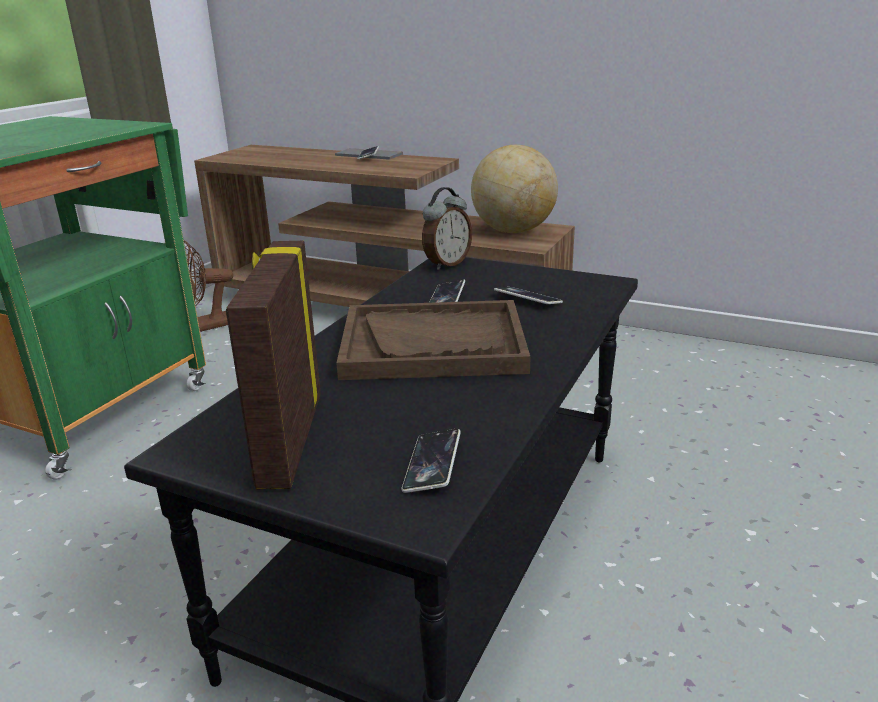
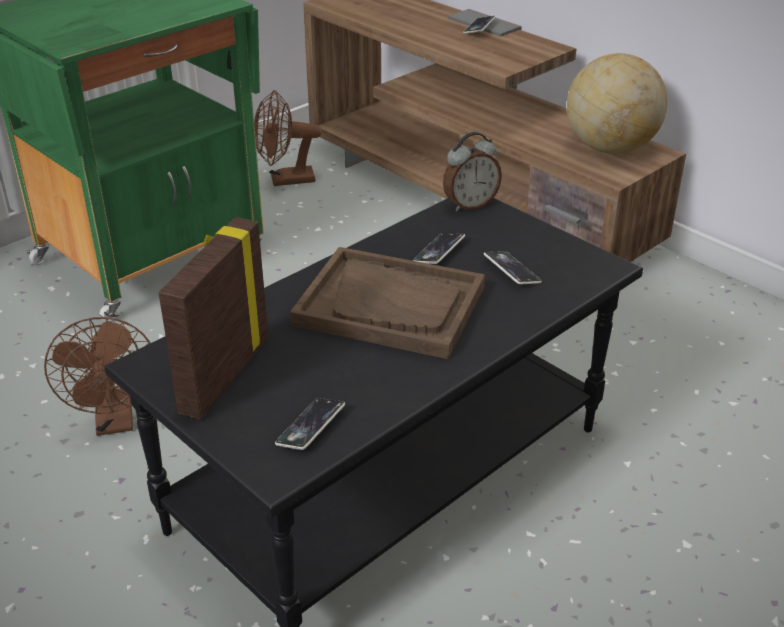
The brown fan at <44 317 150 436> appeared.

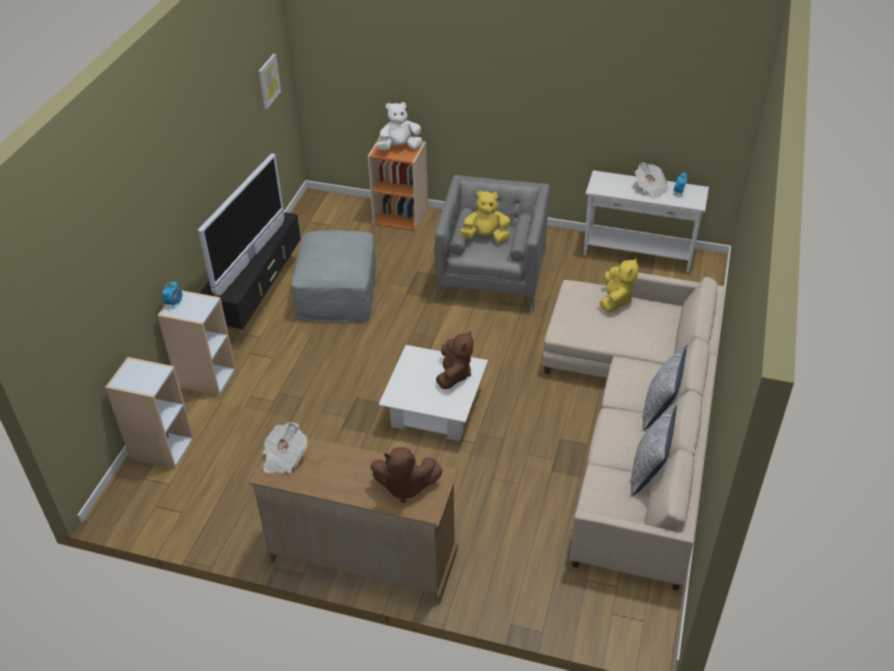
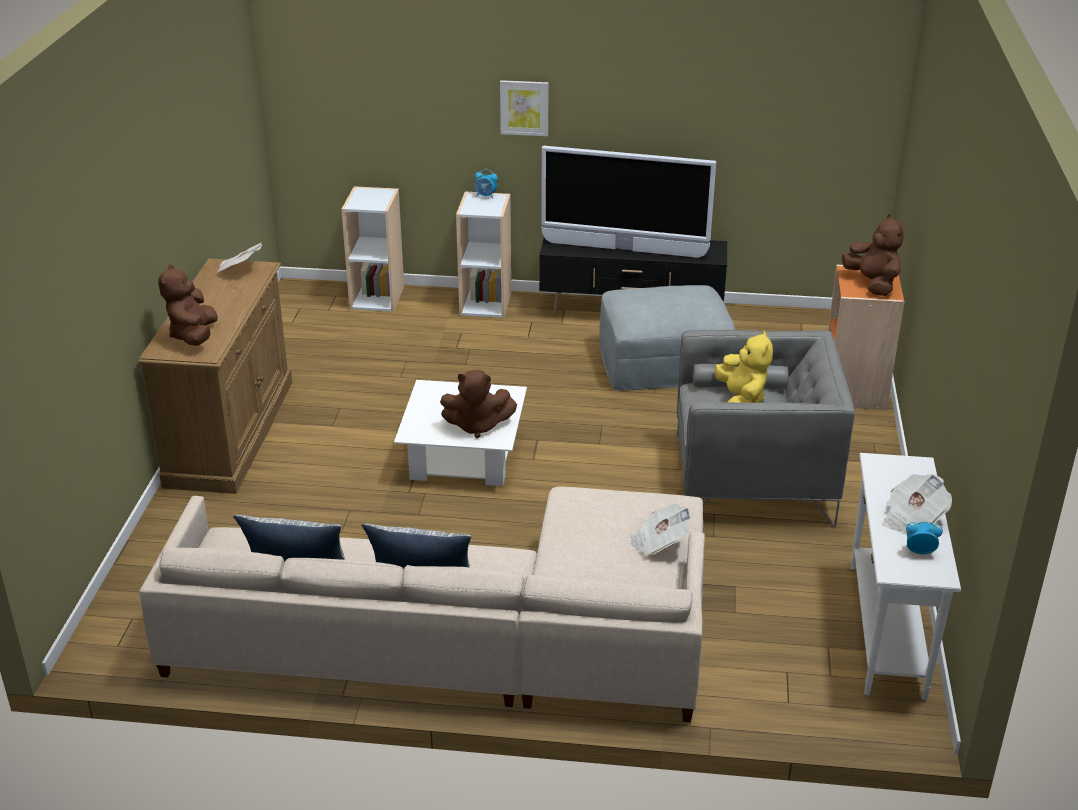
The picture moved from <259 54 281 109> to <500 80 549 136>.
The white plush toy at <377 102 423 151> became the brown plush toy at <842 214 904 296>.
The yellow plush toy at <599 258 639 312> was replaced by the newspaper at <627 504 693 556>.

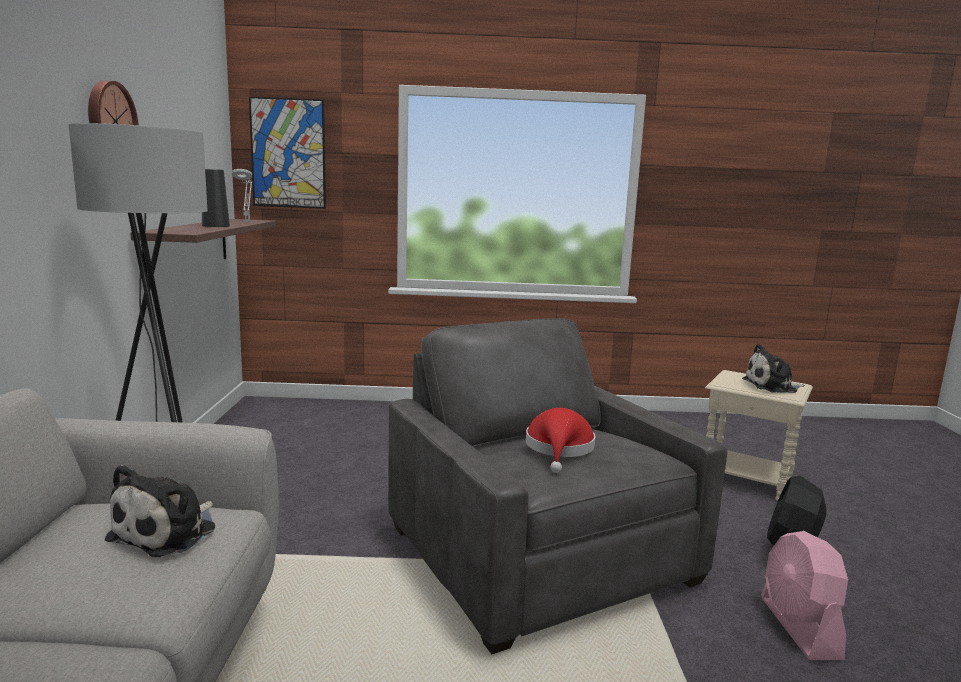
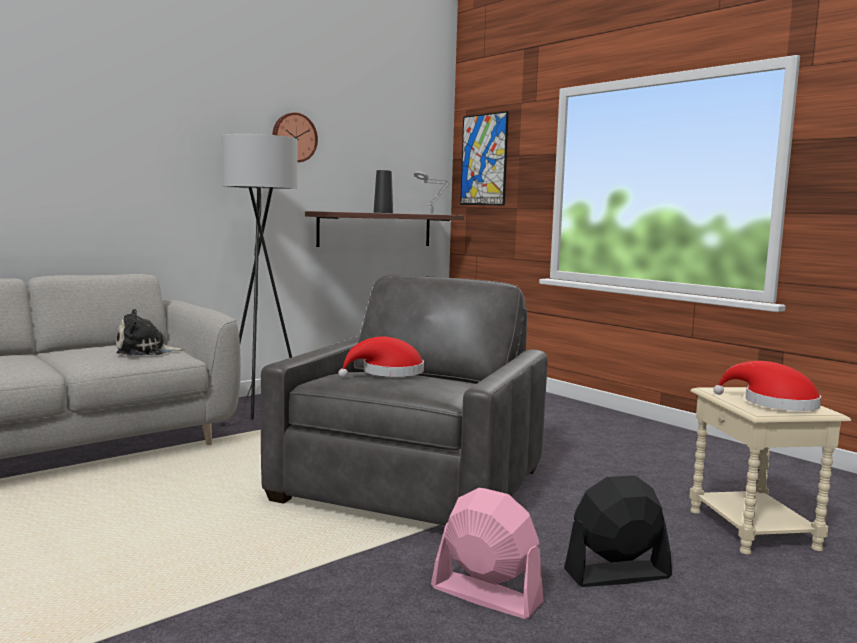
The plush toy at <742 344 805 393> was replaced by the red hat at <714 361 821 411>.
The pink fan at <761 531 848 660> turned 75 degrees clockwise.

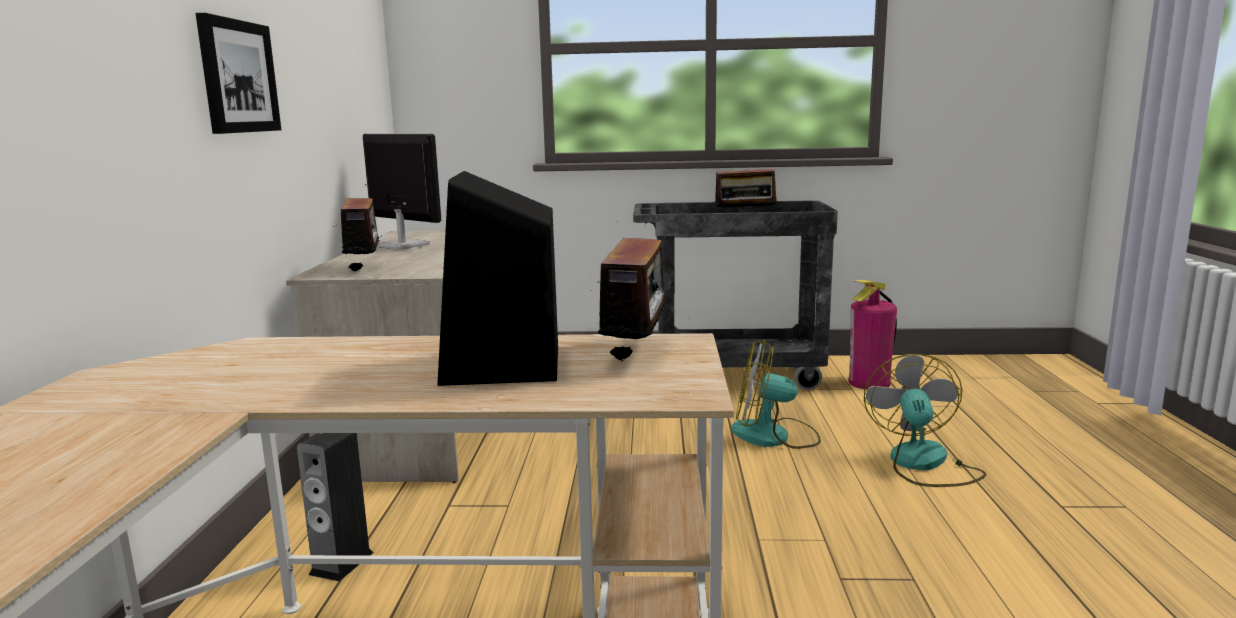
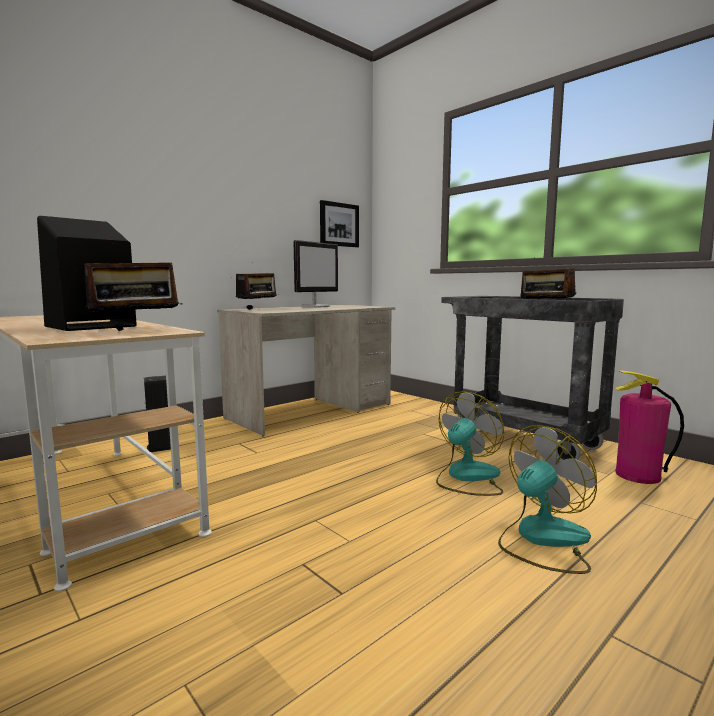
The picture moved from <195 13 281 134> to <320 200 359 247>.
The monitor at <363 134 442 250> turned 45 degrees clockwise.
The fan at <731 340 821 449> turned 75 degrees clockwise.

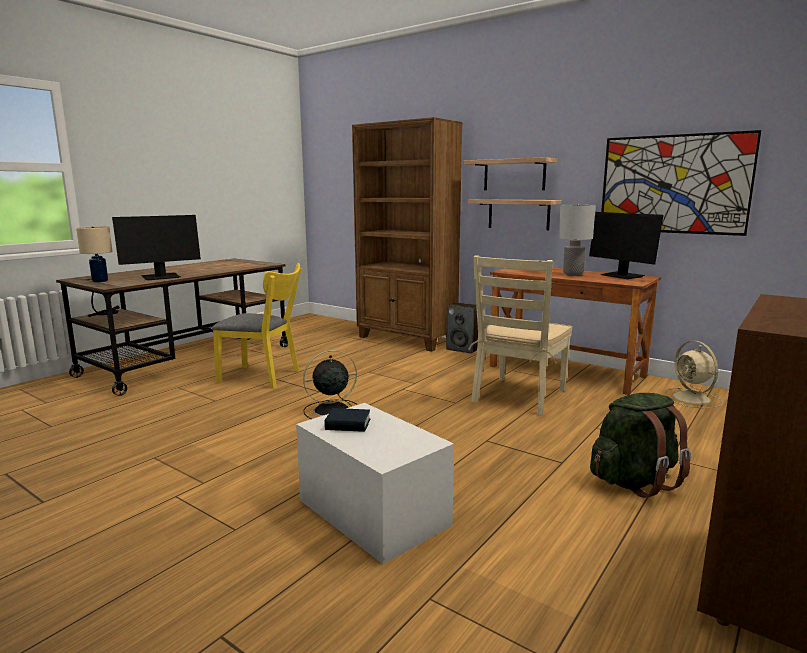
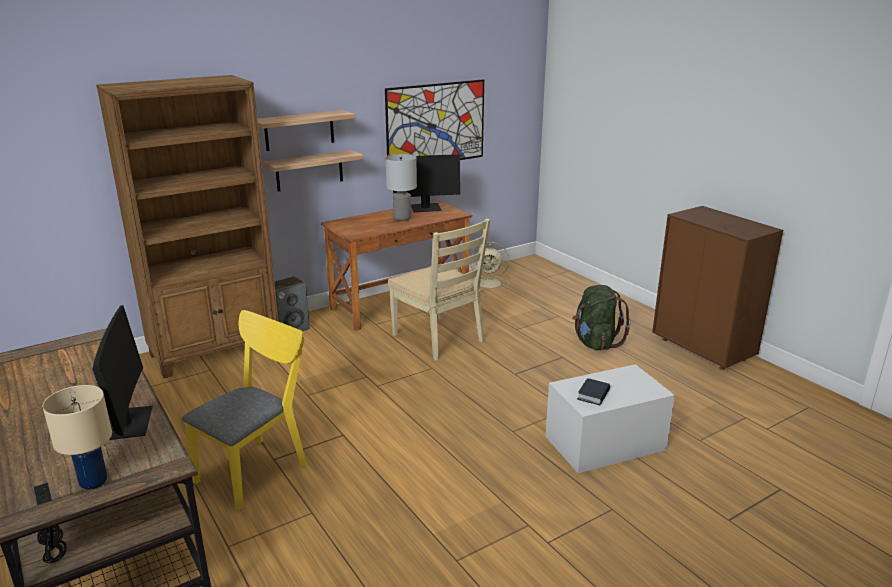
The black fan at <303 350 358 419> disappeared.

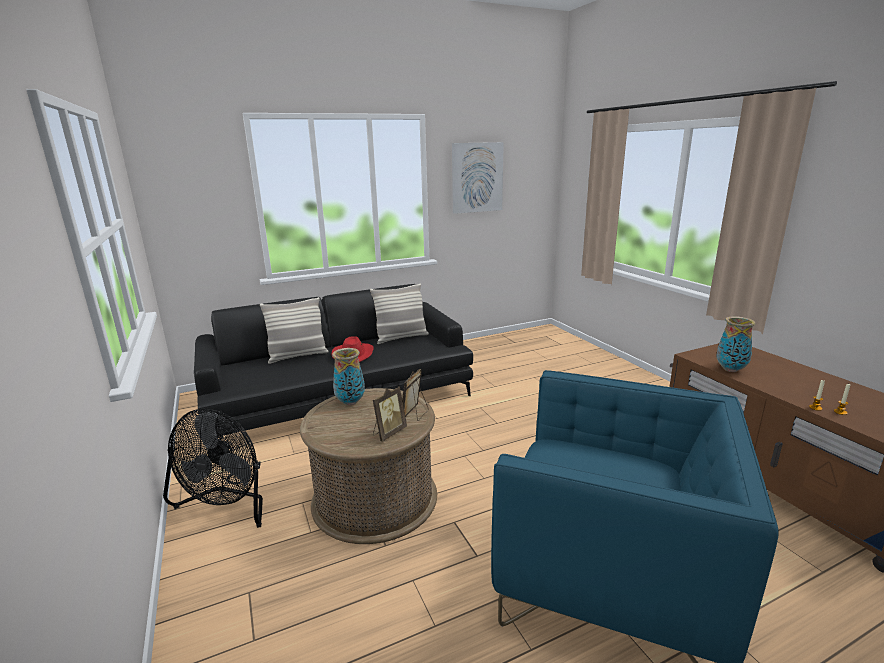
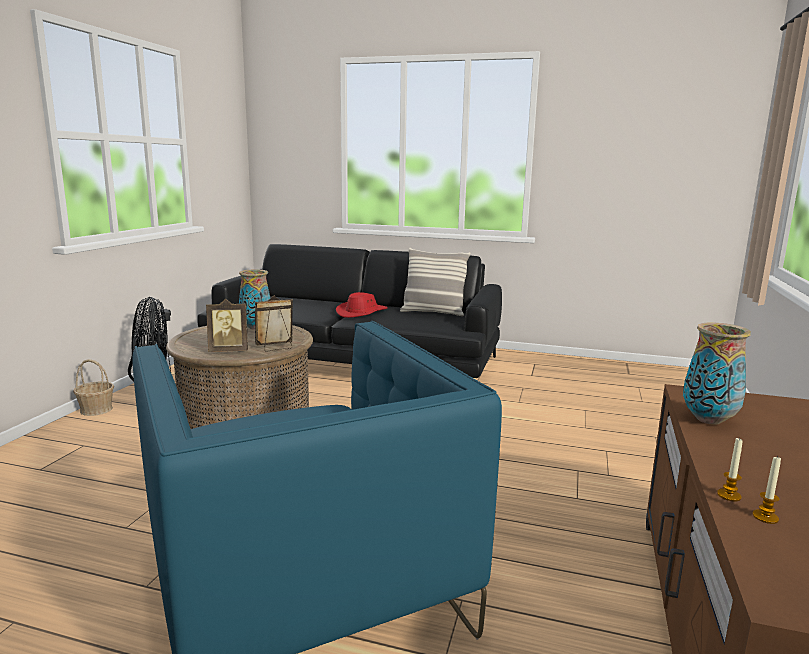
The picture at <452 142 504 214> disappeared.
The pillow at <260 297 329 364> disappeared.
The basket at <73 359 114 416> appeared.

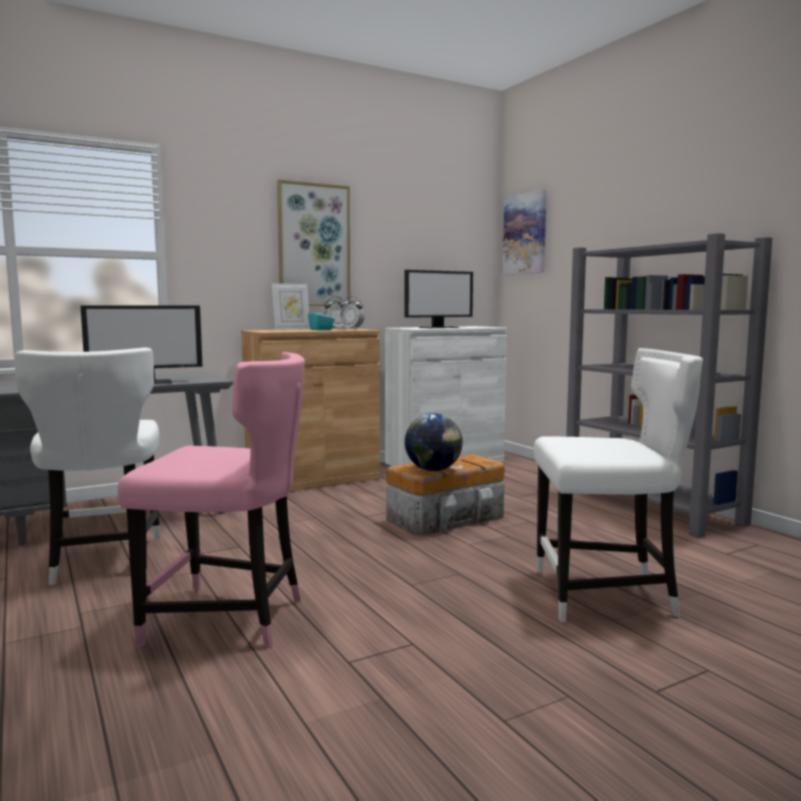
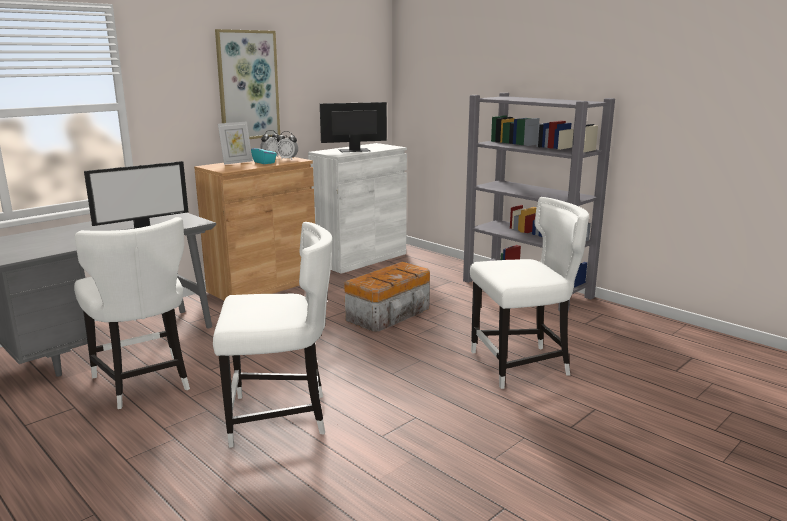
The picture at <503 189 547 275> disappeared.
The monitor at <404 270 473 328> turned 150 degrees counterclockwise.
The pink chair at <118 352 305 648> became the white chair at <213 222 332 448>.
The globe at <405 413 463 471> disappeared.

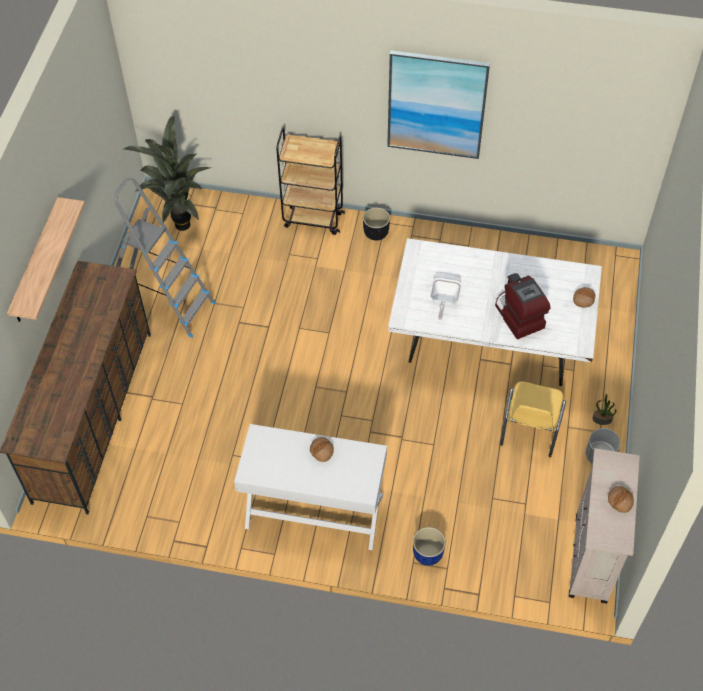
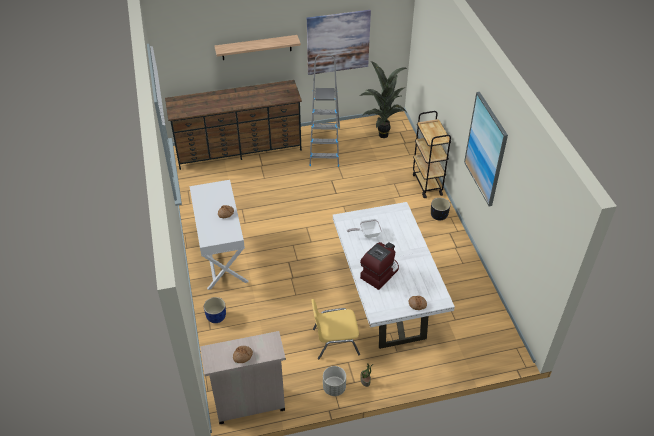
The picture at <307 10 371 75> appeared.

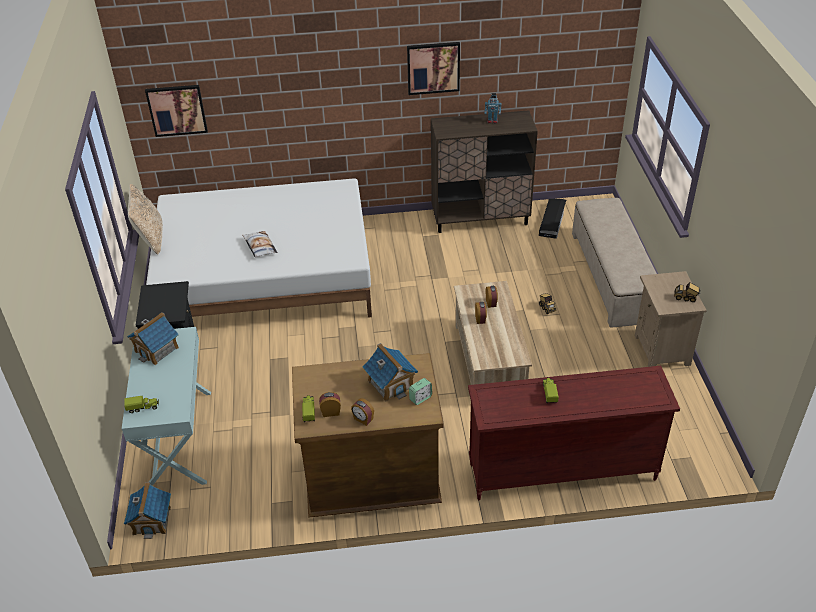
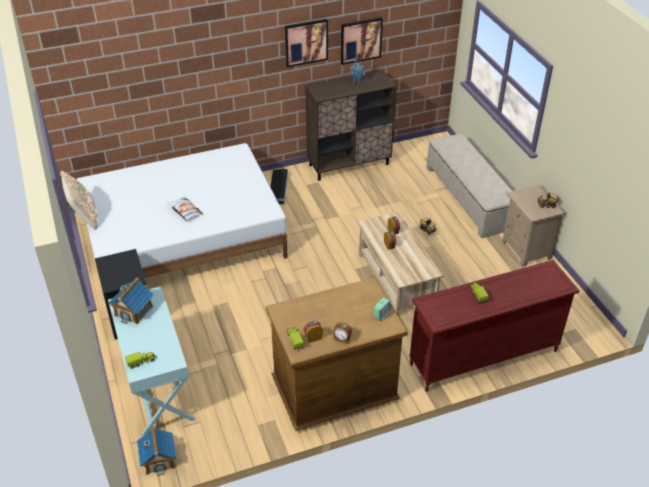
The picture moved from <145 85 208 137> to <341 17 383 65>.
The black storage box moved from <539 199 566 239> to <270 169 288 204>.
The toy house at <363 343 418 402> disappeared.

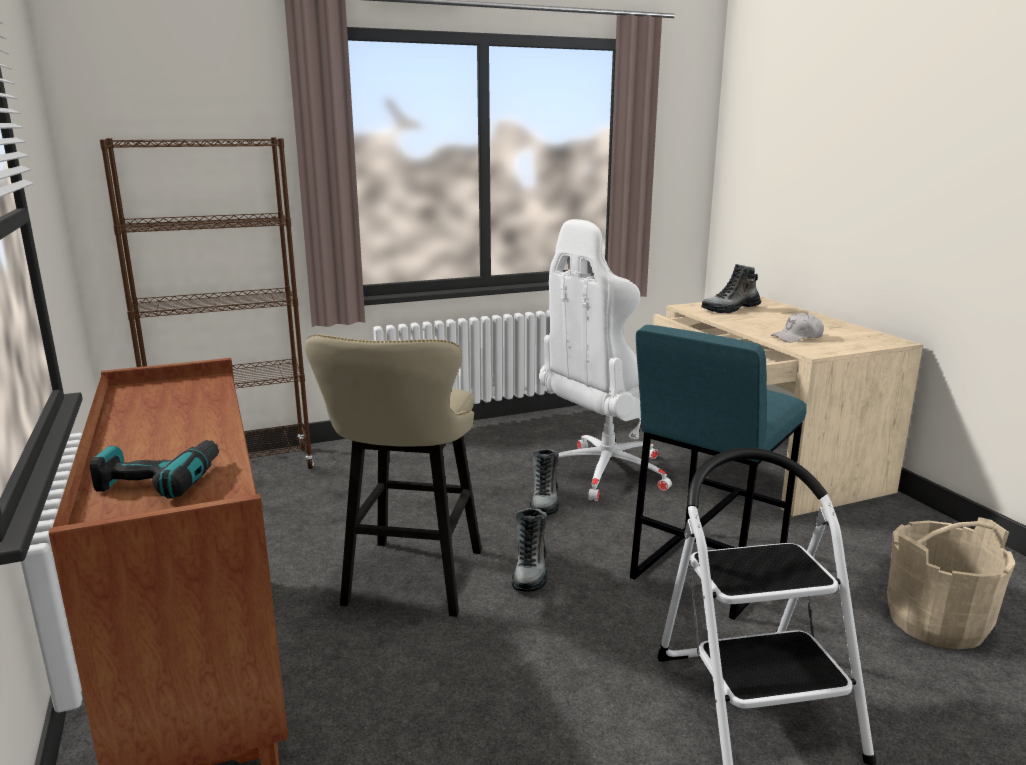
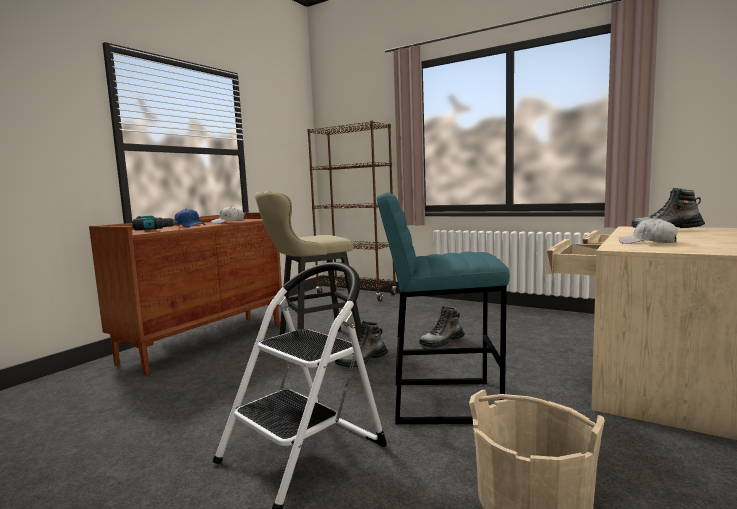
The white office chair at <539 219 672 501> disappeared.
The white cap at <211 206 244 224> appeared.
The blue cap at <175 209 206 227> appeared.

